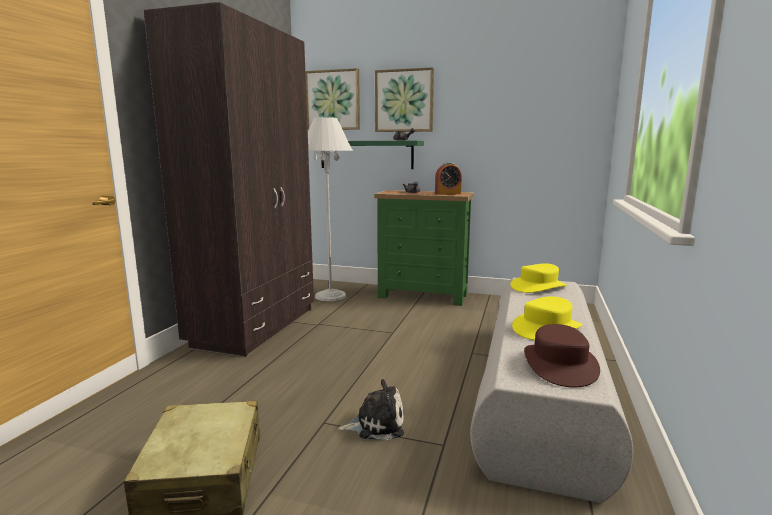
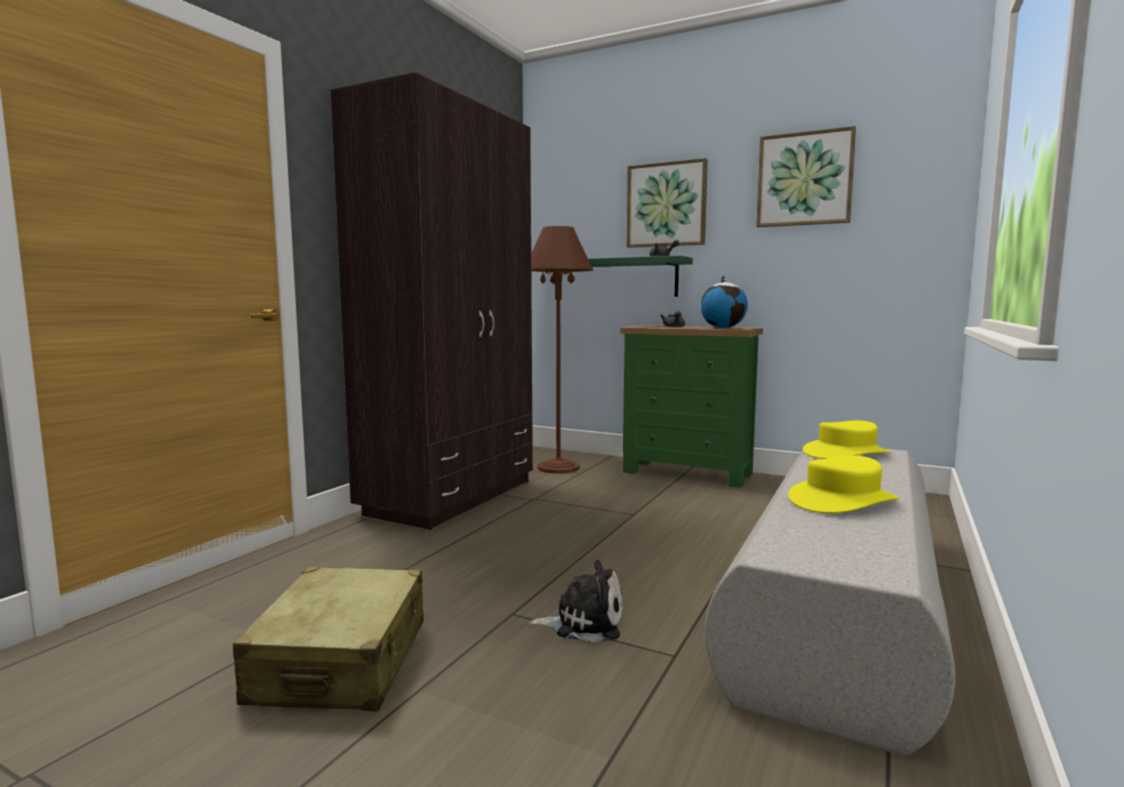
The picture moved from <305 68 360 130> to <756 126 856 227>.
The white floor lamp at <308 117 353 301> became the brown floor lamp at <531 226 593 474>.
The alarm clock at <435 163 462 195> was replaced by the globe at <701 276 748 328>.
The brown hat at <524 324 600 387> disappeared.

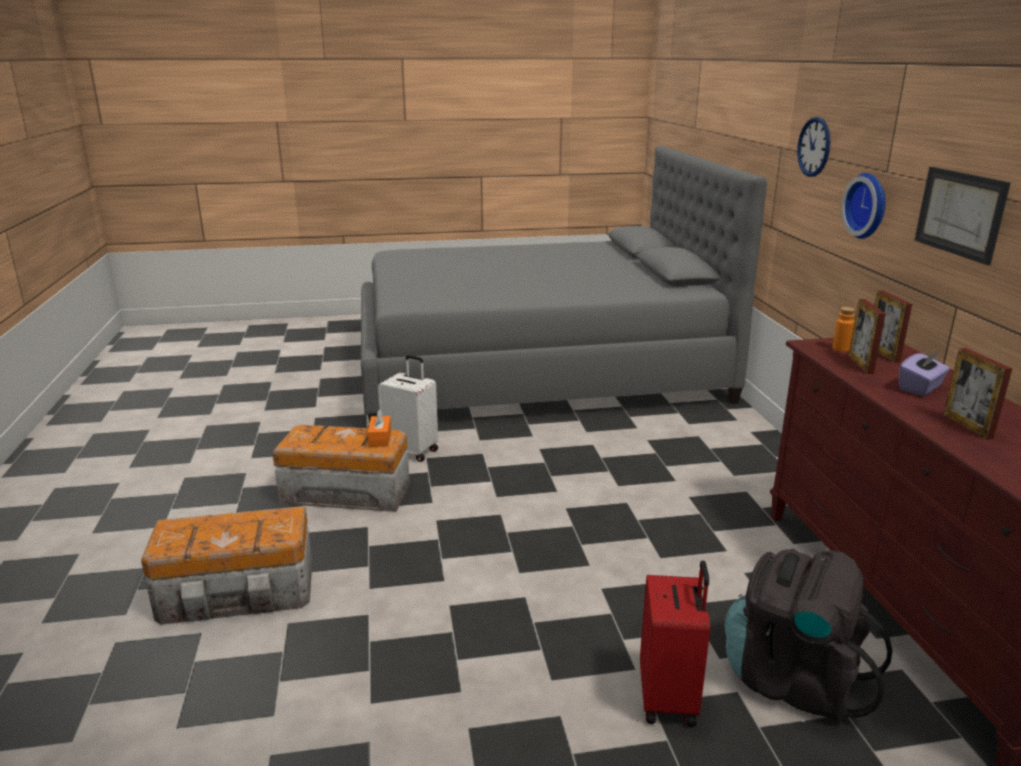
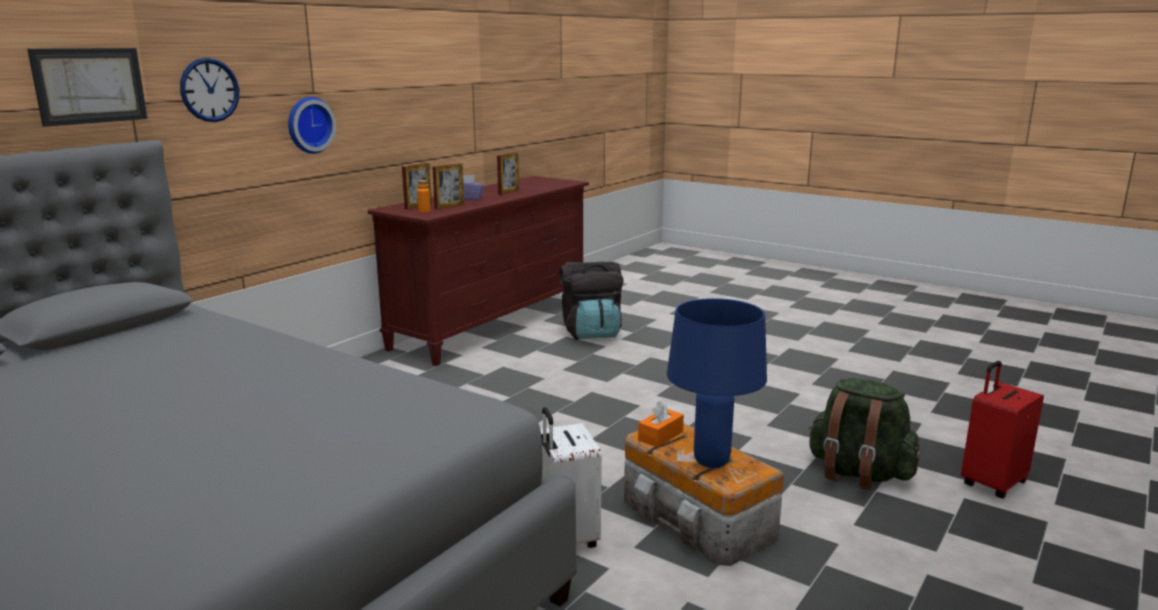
The picture moved from <915 167 1011 265> to <27 48 148 127>.
The storage box at <141 506 312 625> was replaced by the green backpack at <809 378 920 490>.
The red suitcase moved from <640 561 710 727> to <961 361 1044 499>.
The blue table lamp at <667 298 767 468> appeared.

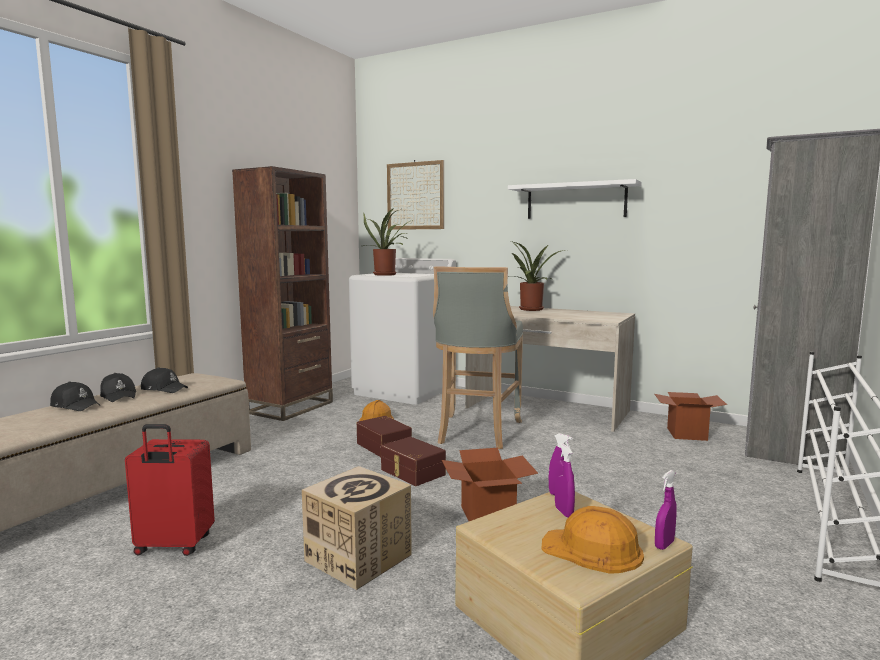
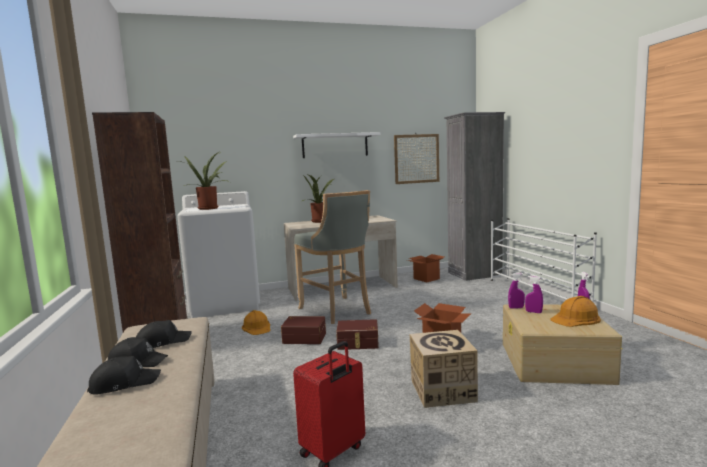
The picture moved from <387 160 444 230> to <394 133 439 184>.

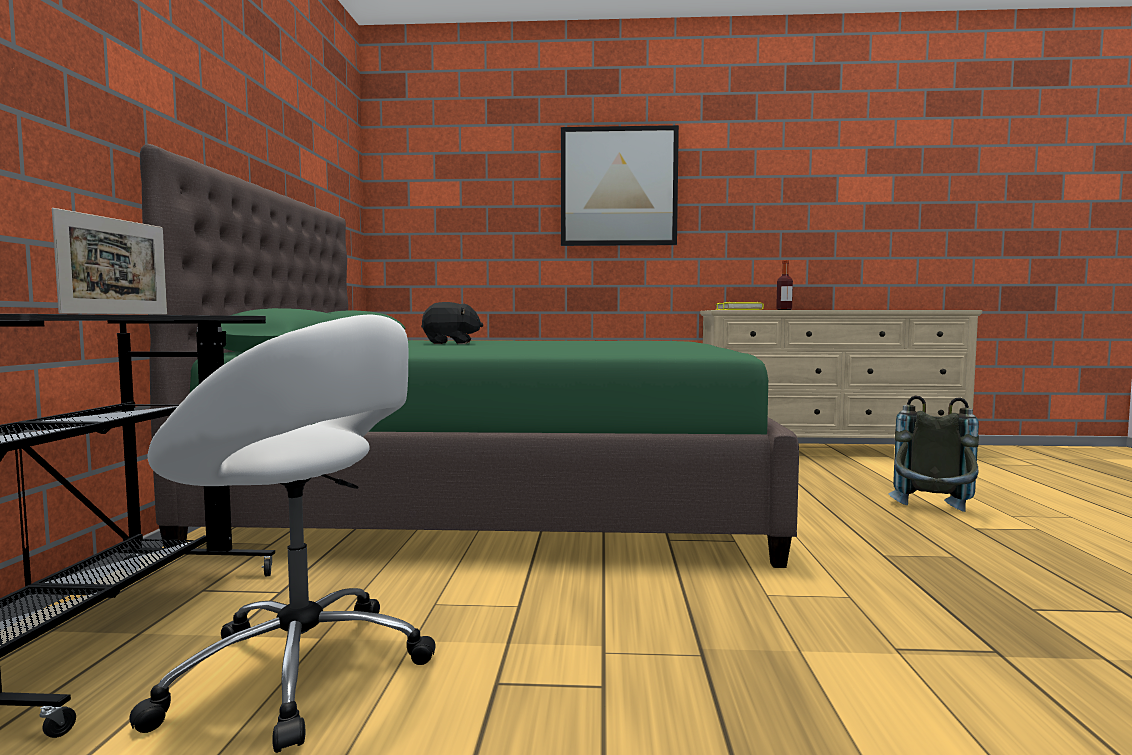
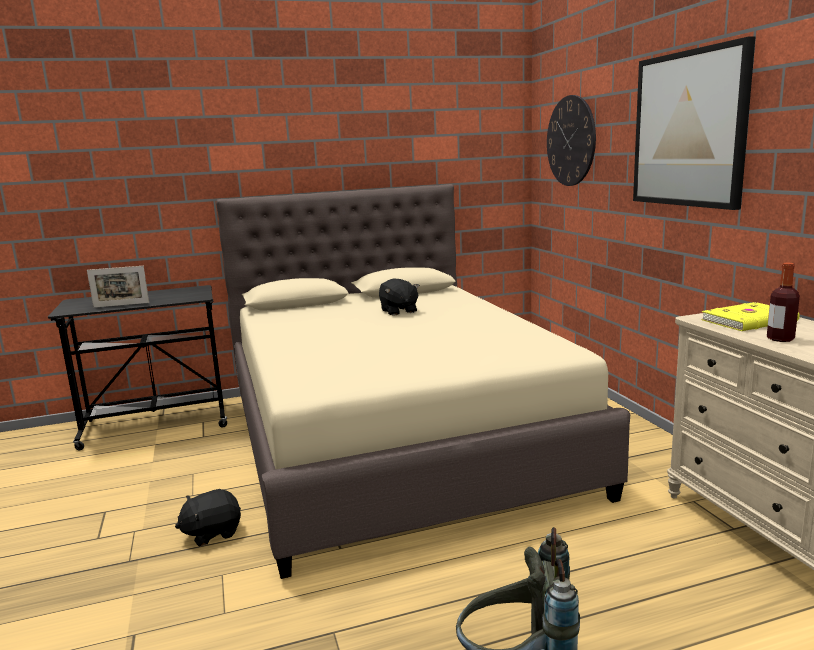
The green bed at <140 144 799 568> became the beige bed at <216 184 630 579>.
The white office chair at <129 315 436 753> disappeared.
The wall clock at <547 95 596 186> appeared.
The black plush toy at <175 489 241 547> appeared.

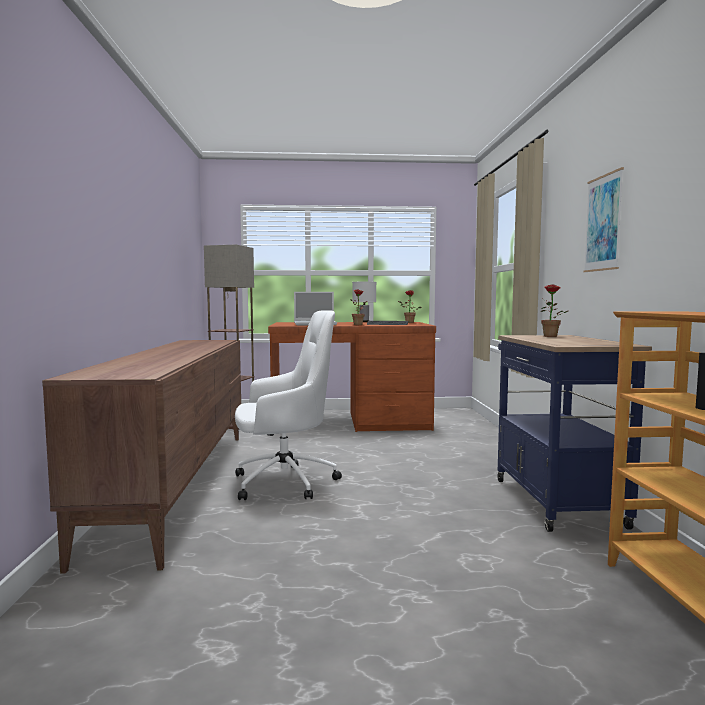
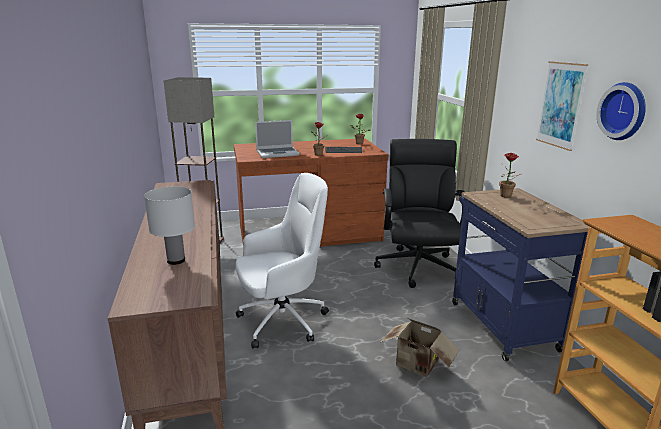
The white table lamp moved from <352 282 376 322> to <144 187 195 265>.
The wall clock at <597 82 646 140> appeared.
The black office chair at <374 139 465 288> appeared.
The cardboard box at <381 318 460 377> appeared.

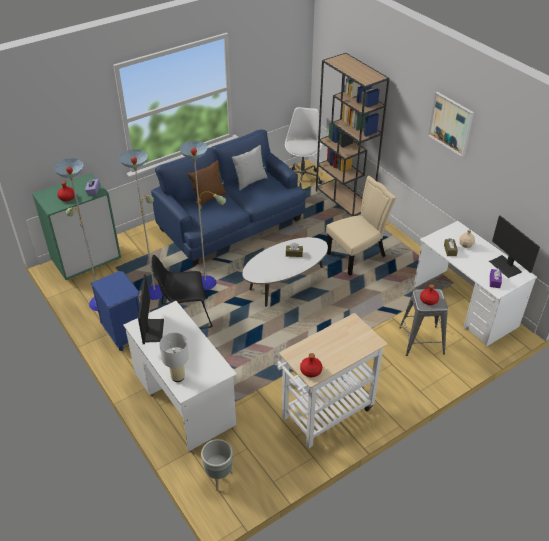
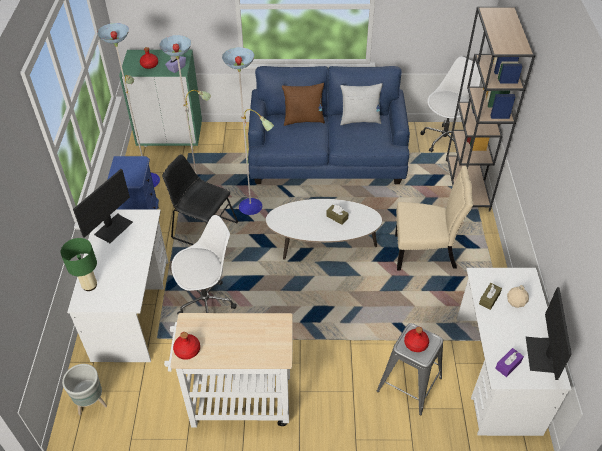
The picture at <428 92 474 157> disappeared.
The white table lamp at <159 333 189 382> became the green table lamp at <61 238 97 291>.
The white office chair at <171 215 237 314> appeared.

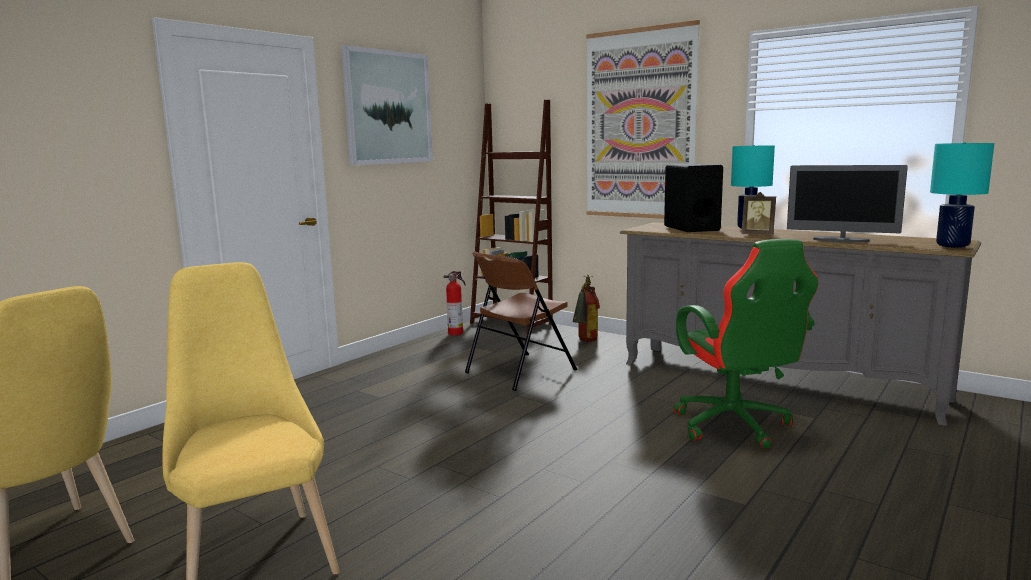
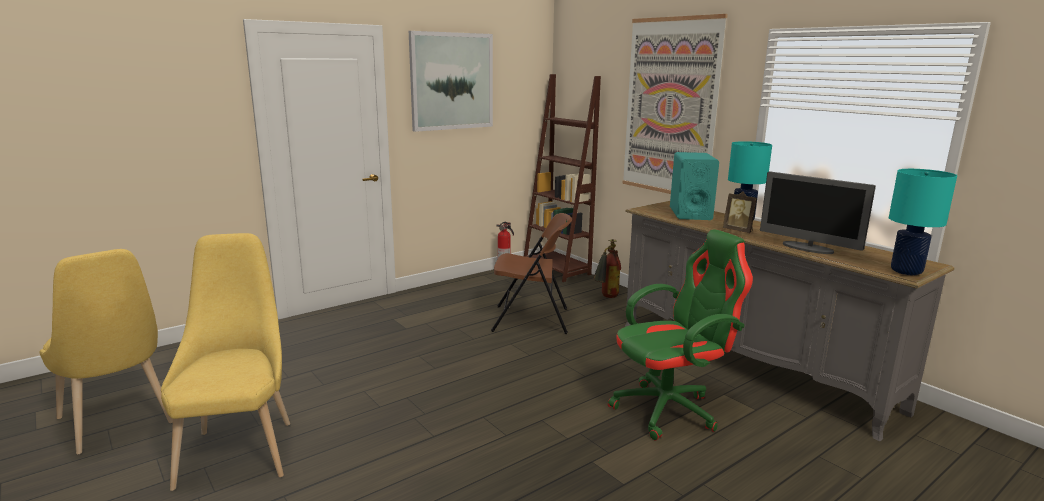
The black speaker at <664 164 723 232> became the turquoise speaker at <670 152 719 220>.
The green office chair at <673 239 819 449> turned 120 degrees counterclockwise.
The brown chair at <465 252 577 391> turned 150 degrees counterclockwise.

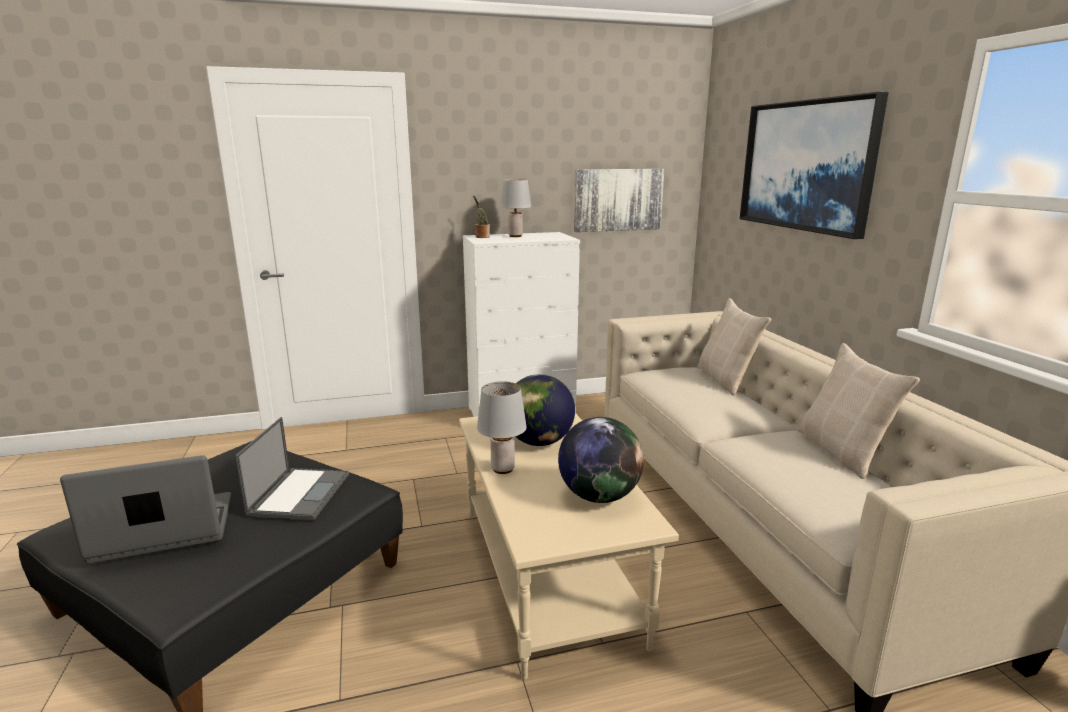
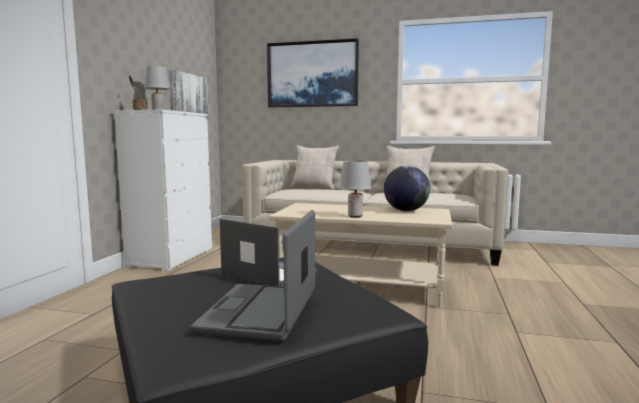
The globe at <515 374 575 446> disappeared.

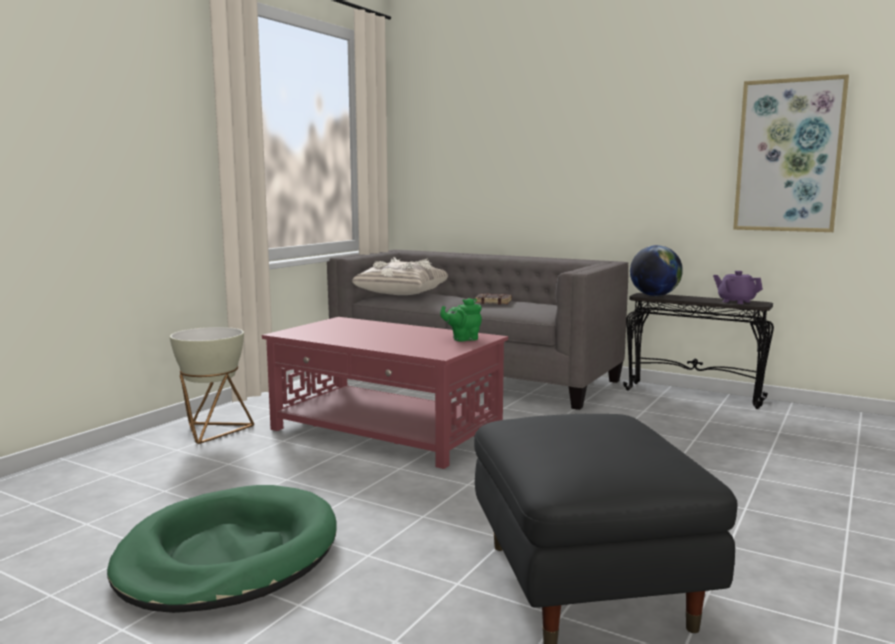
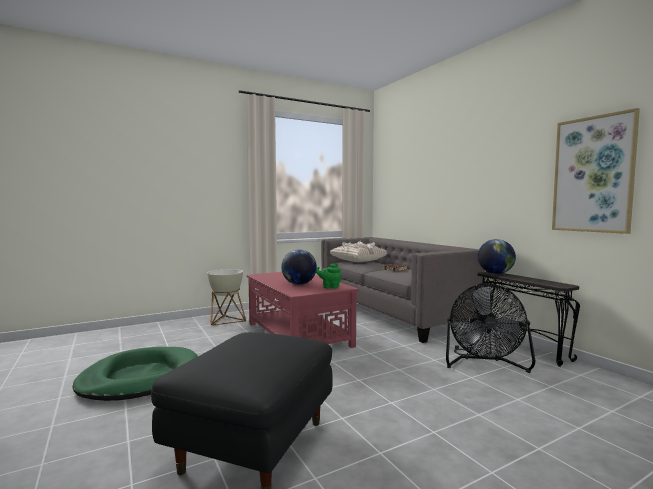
The purple teapot at <713 271 763 304> disappeared.
The globe at <281 249 317 285> appeared.
The black fan at <446 284 535 373> appeared.

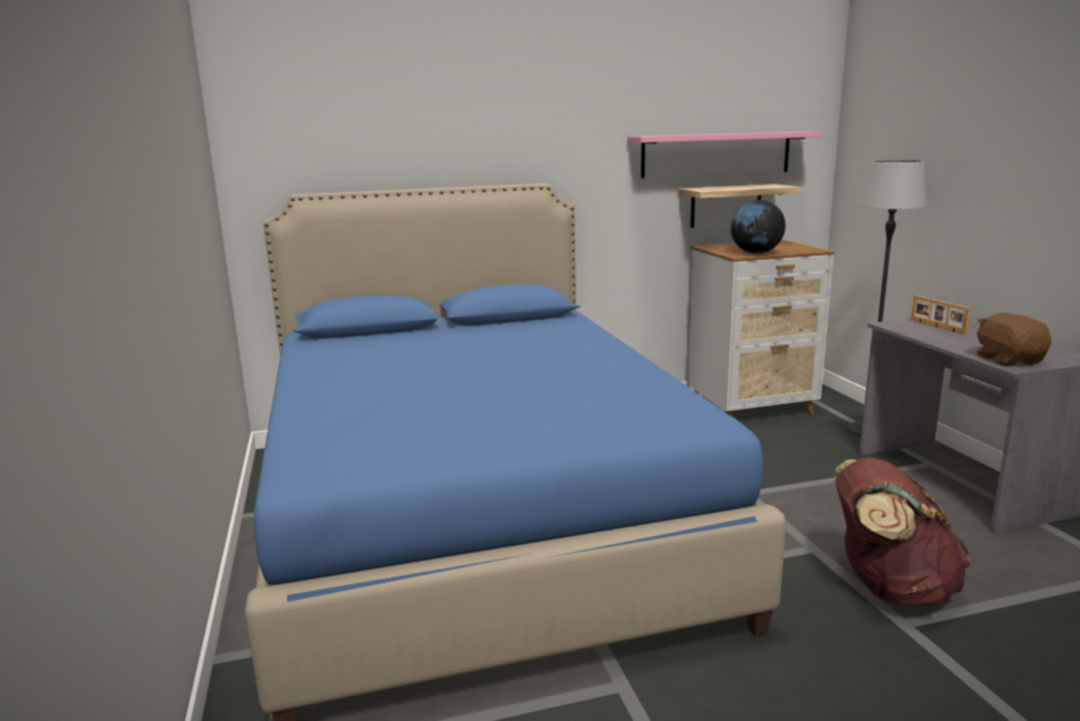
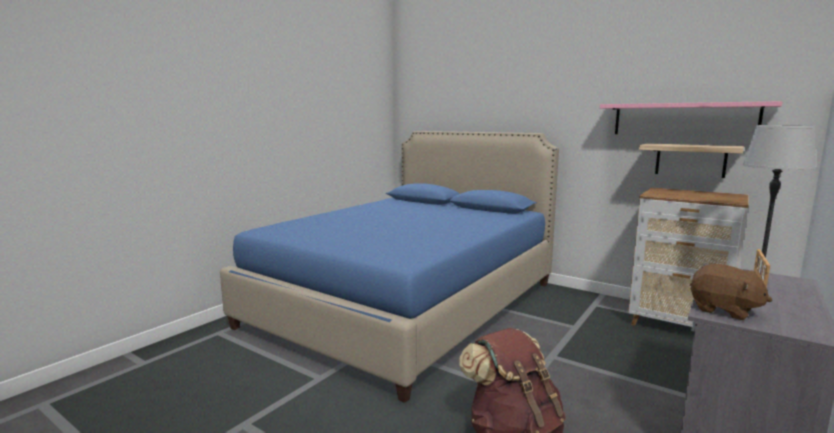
The globe at <731 200 786 254> disappeared.
The brown plush toy at <977 313 1052 366> turned 90 degrees clockwise.

